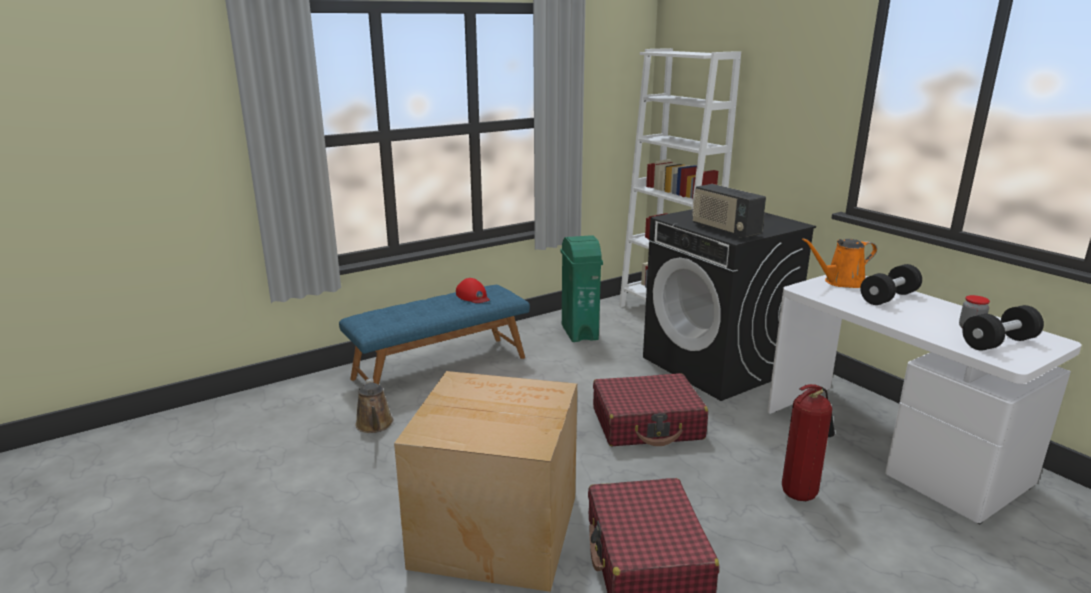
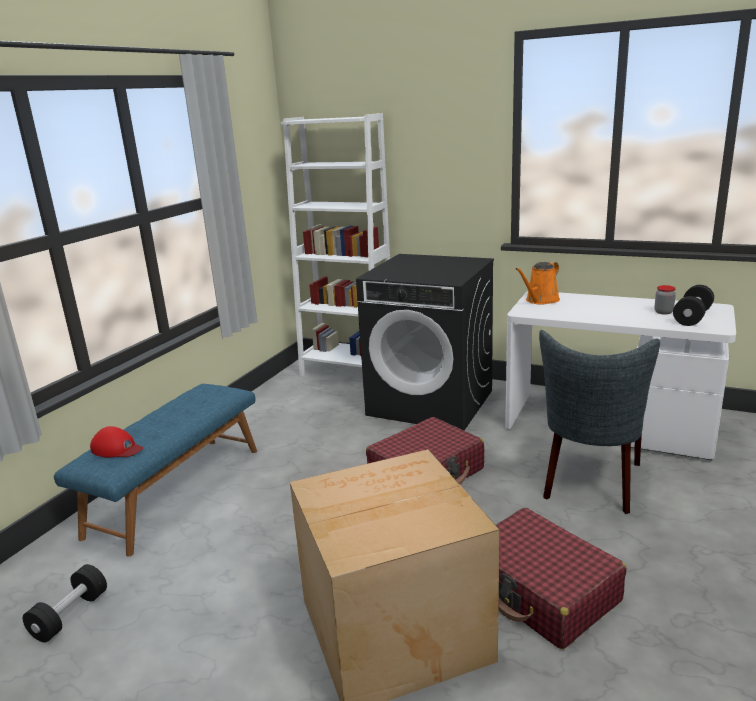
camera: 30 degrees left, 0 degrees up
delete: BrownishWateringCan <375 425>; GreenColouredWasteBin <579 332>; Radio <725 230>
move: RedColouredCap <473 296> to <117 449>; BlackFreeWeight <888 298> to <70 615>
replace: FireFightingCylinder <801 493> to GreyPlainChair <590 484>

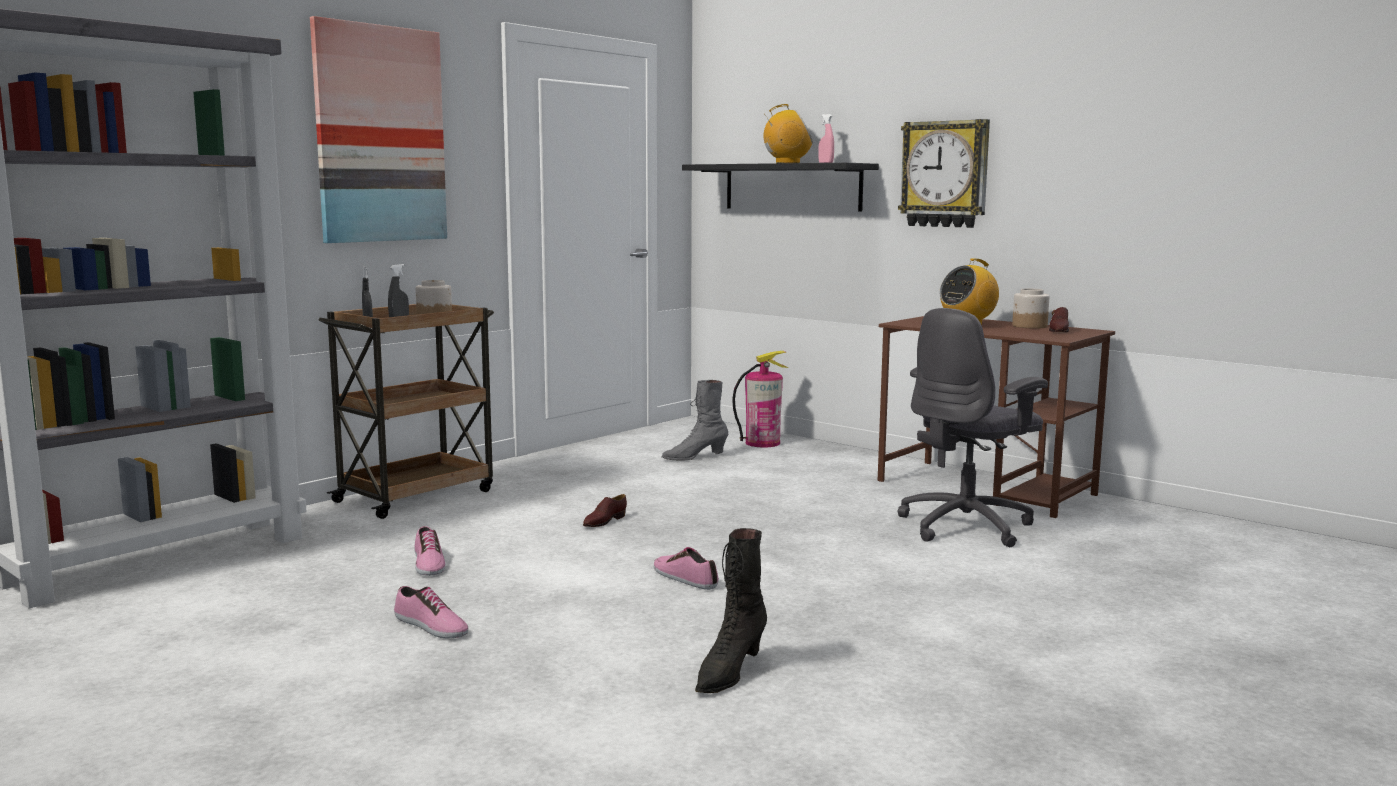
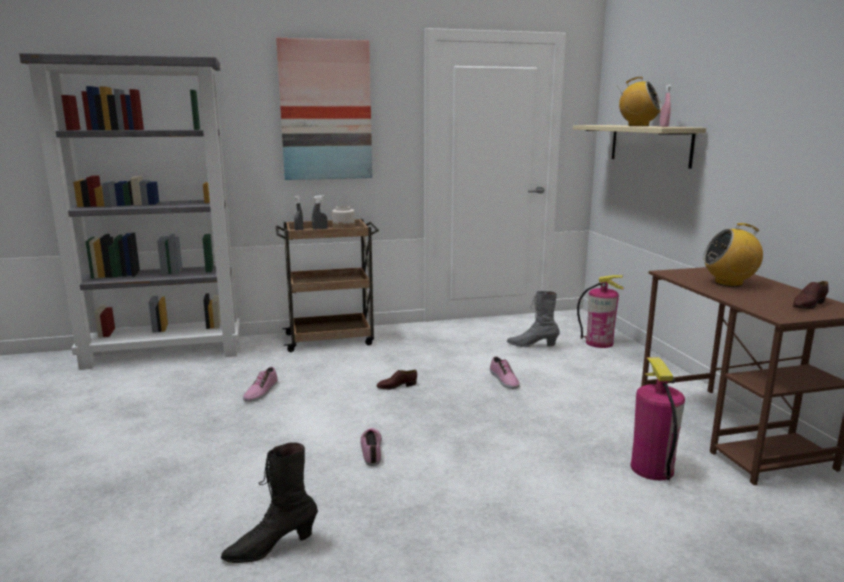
camera: 35 degrees right, 5 degrees up
delete: HangingClock <945 174>; Jar <1029 326>
move: Shoe <430 626> to <503 380>
replace: GreyComputerChair <967 526> to FireFightingCylinder <651 468>
recolor: BlackBracketShelf <792 187> to SandColouredBracketShelf <649 144>

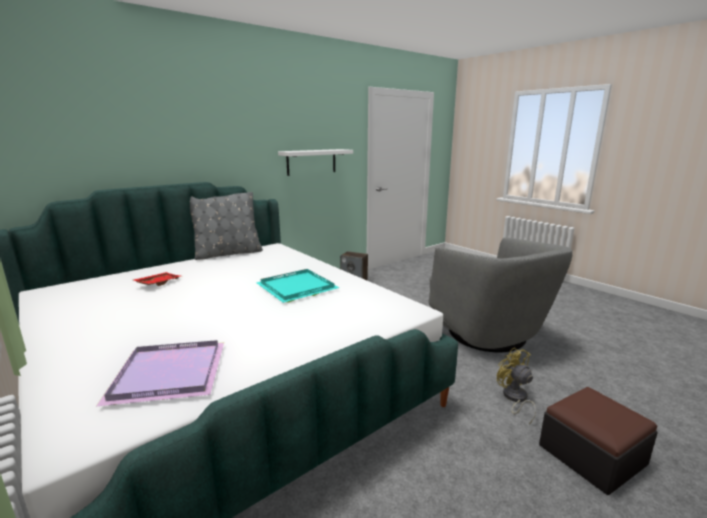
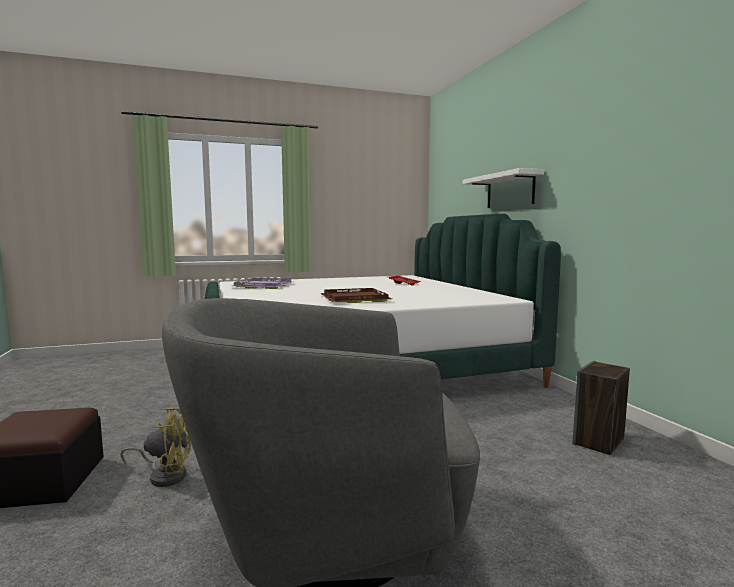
camera: 110 degrees right, 10 degrees down
delete: GreyPillow <228 253>
move: WhiteBracketShelf <311 162> to <510 190>
recolor: BlueGreenCarryingTray <296 288> to BrownishCarryingTray <353 298>

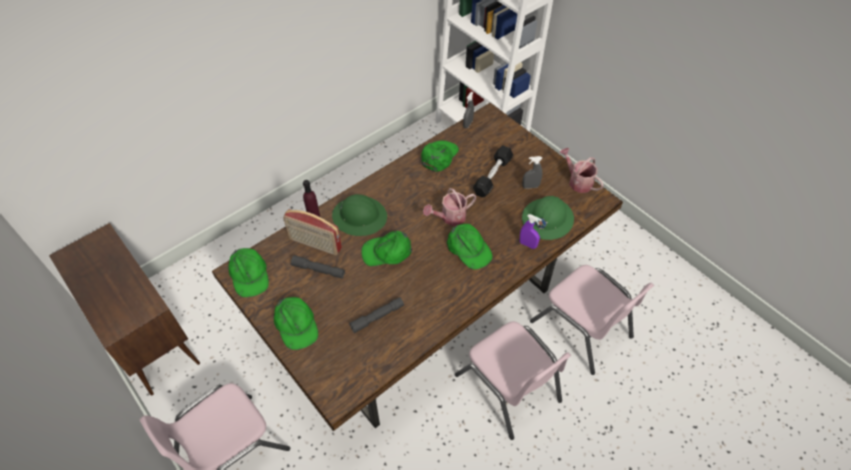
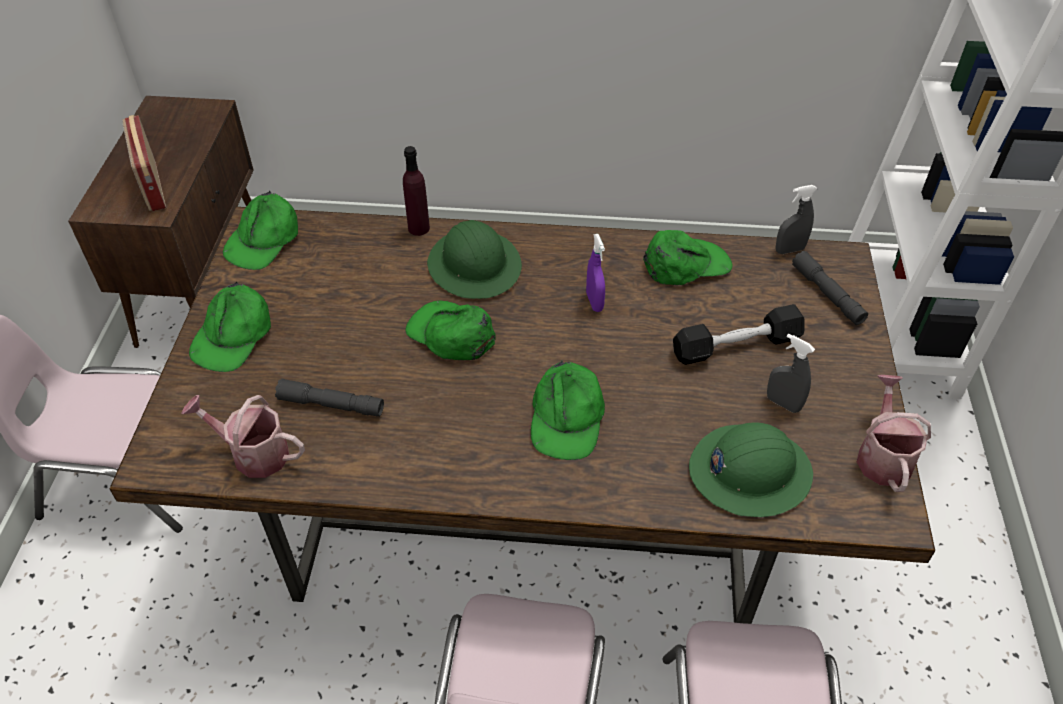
camera: 45 degrees right, 5 degrees down
move: Radio <315 244> to <151 186>; GreyHandTorch <318 270> to <827 294>; WateringCan <450 217> to <253 453>; PurplishHandSprayer <527 244> to <594 302>

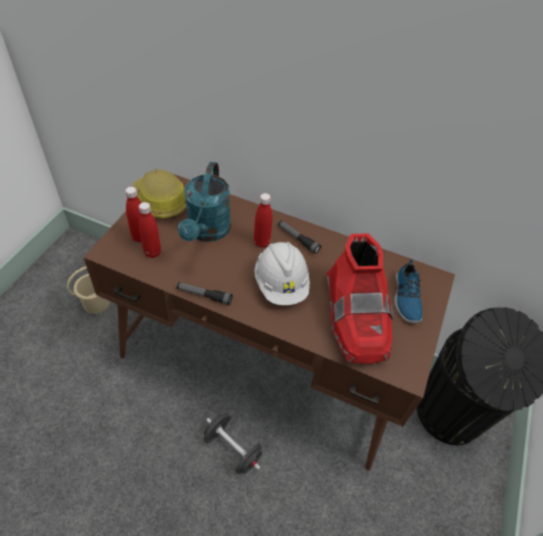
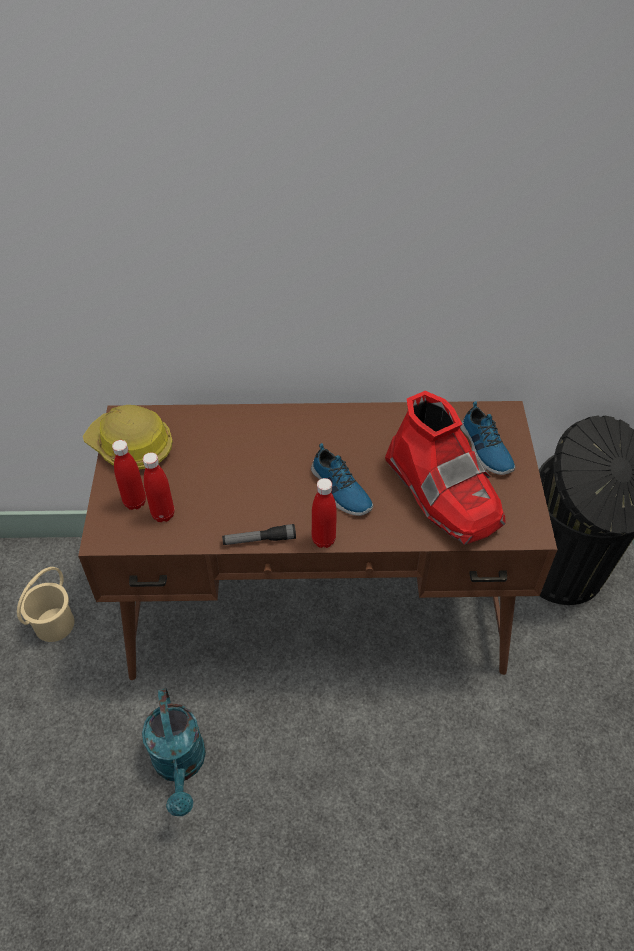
camera: 20 degrees left, 0 degrees up
delete: BlackFreeWeight <232 449>; HandTorch <298 239>
move: BlueGreenWateringCan <207 232> to <180 765>; RedColouredDrinkBottle <261 242> to <323 540>
replace: WhiteSafetyHelmet <281 284> to Shoe <340 490>

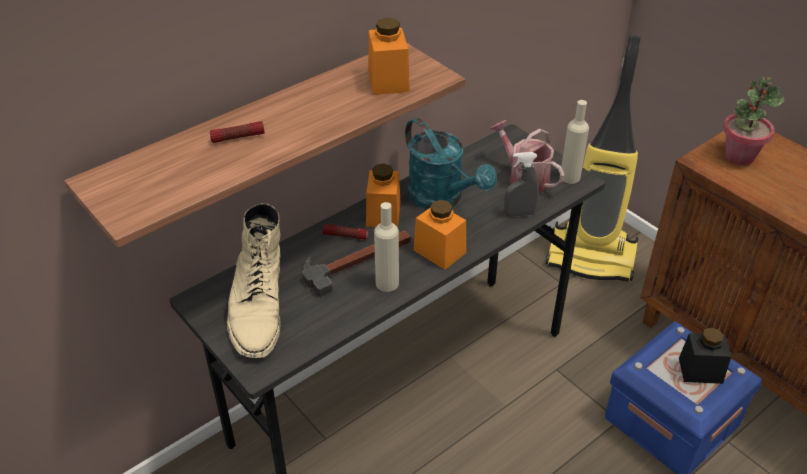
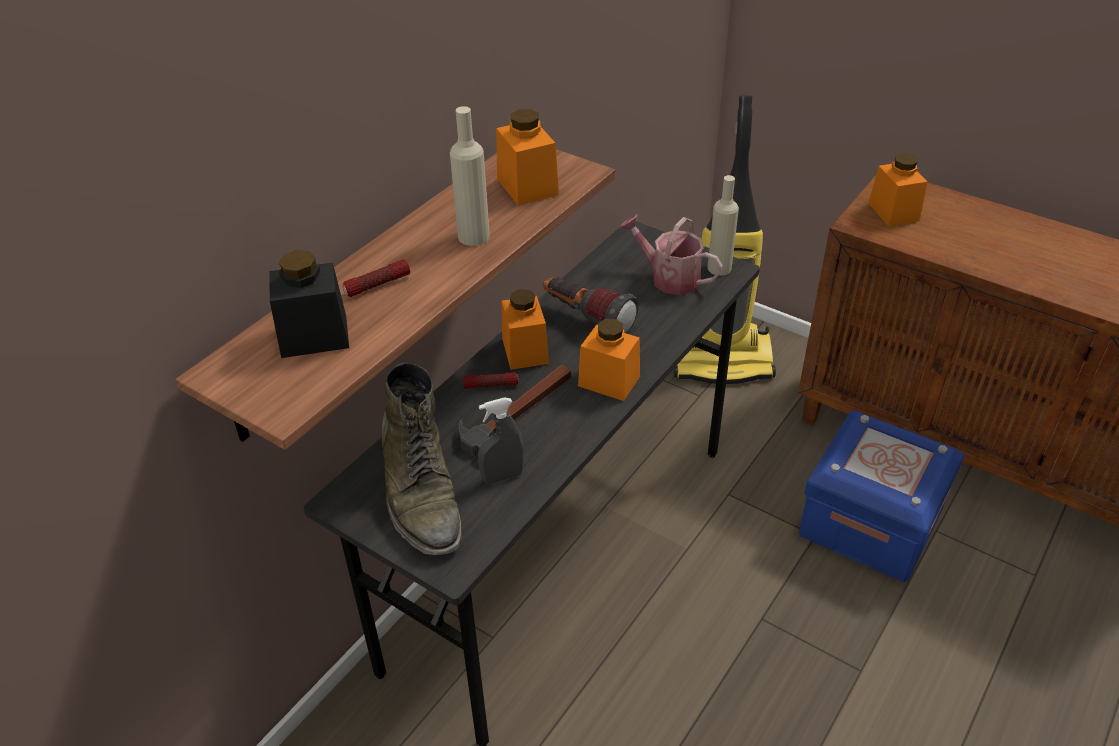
camera: 15 degrees left, 0 degrees up
move: SandColouredDrinkBottle <387 283> to <473 236>; GreyHandSprayer <519 214> to <502 477>; BlackJar <700 370> to <314 336>
replace: BlueGreenWateringCan <442 198> to HandTorch <586 319>; Houseplant <739 156> to OrangeJar <893 212>
recolor: SandColouredBoot <258 307> to GreenColouredBoot <420 493>

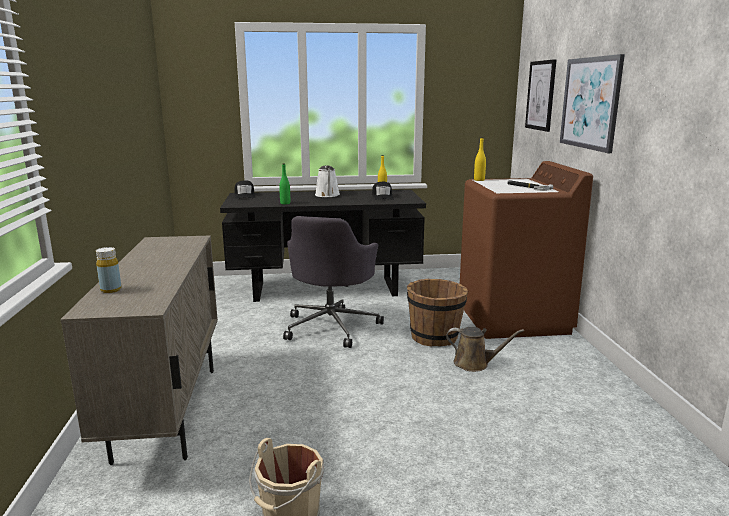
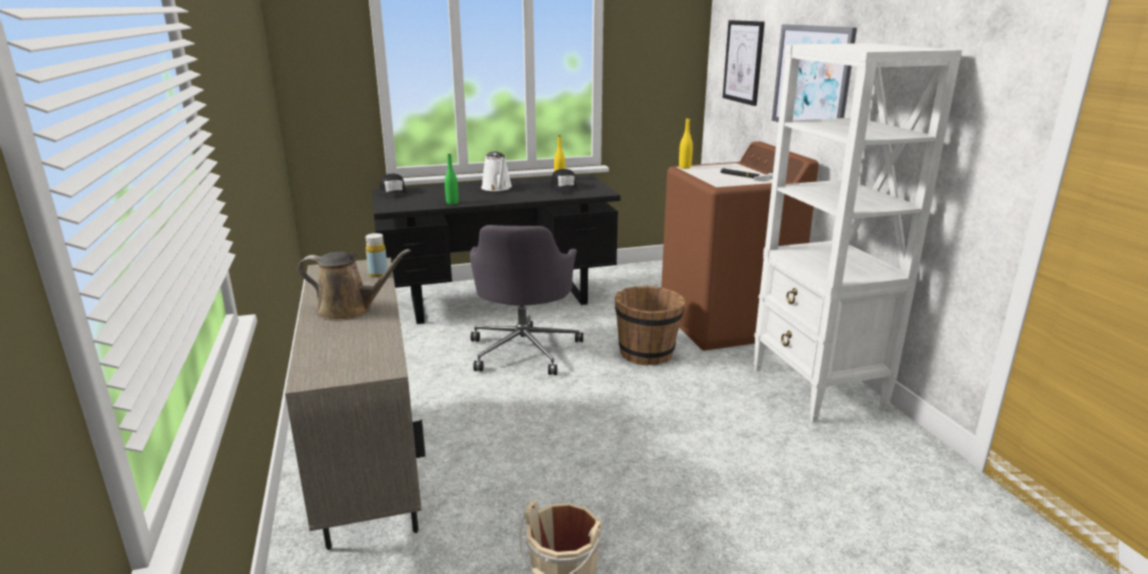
camera: 10 degrees left, 5 degrees up
insert: WhiteBookcase <817 388>
move: YellowishDrinkBottle <111 290> to <378 274>; BrownishWateringCan <474 364> to <350 310>

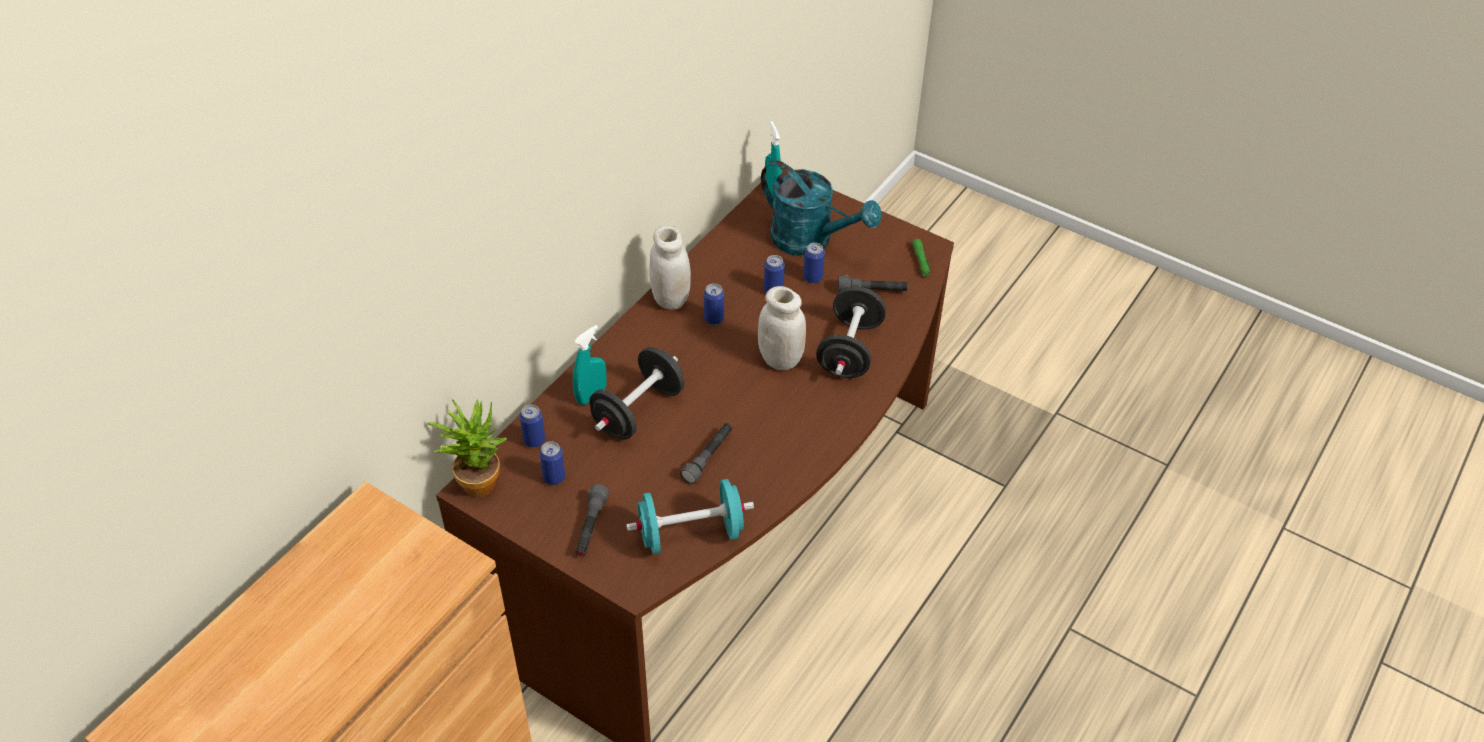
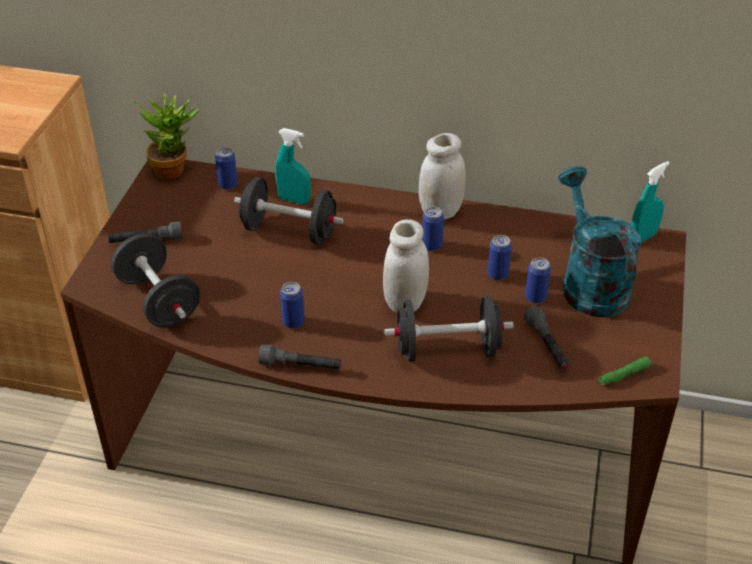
camera: 70 degrees right, 5 degrees down
move: MetalCan <554 477> to <293 322>; GreyHandTorch <708 457> to <301 366>
recolor: BlueGreenFreeWeight <691 534> to BlackFreeWeight <159 301>
rotate: BlueGreenWateringCan <811 241> = <589 283> 150 degrees clockwise

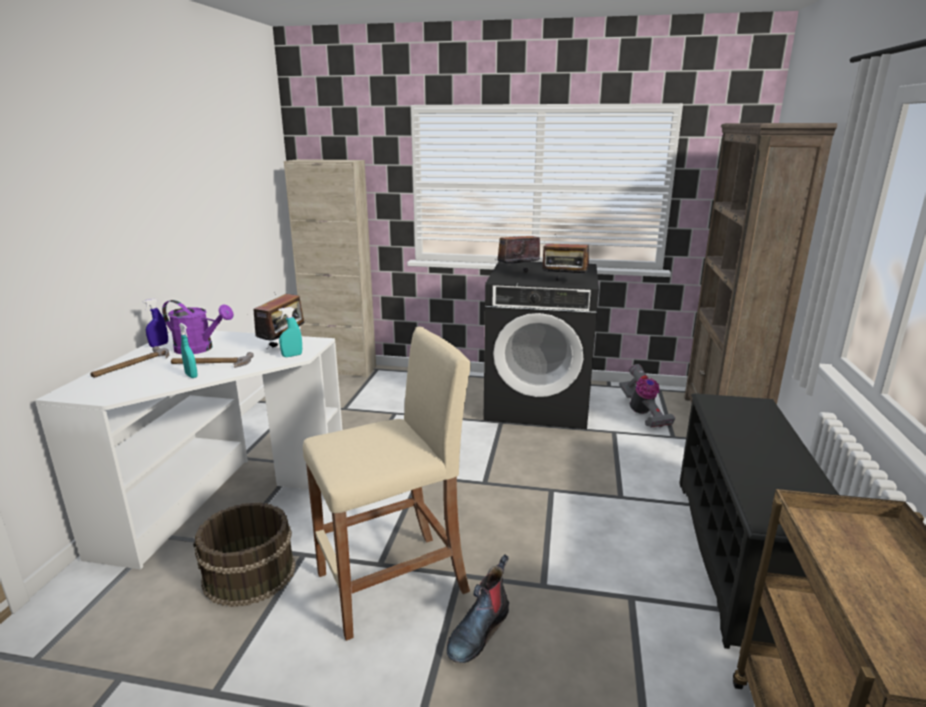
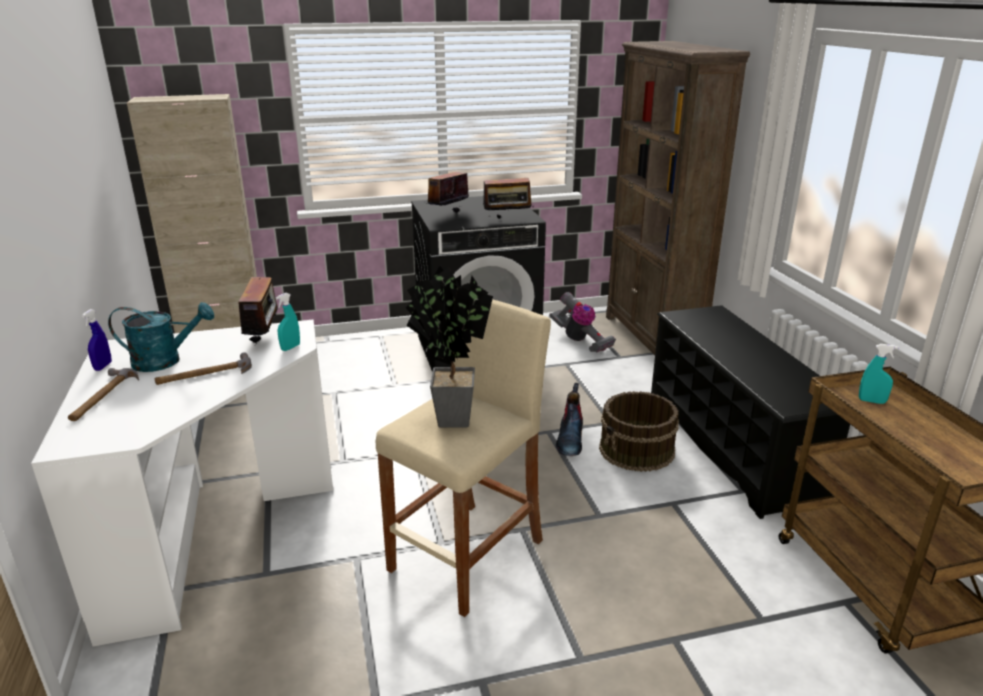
camera: 25 degrees left, 5 degrees up
insert: Houseplant <448 417>
move: BlueGreenHandSprayer <191 375> to <871 401>; BrownishPail <249 574> to <637 450>; Boot <478 630> to <570 439>
recolor: PurplishWateringCan <200 349> to BlueGreenWateringCan <165 361>

